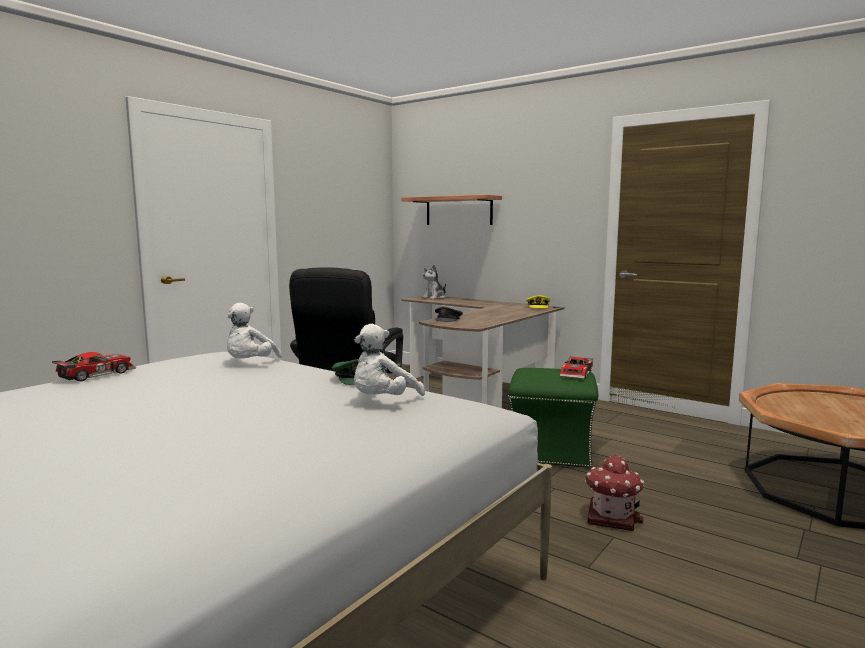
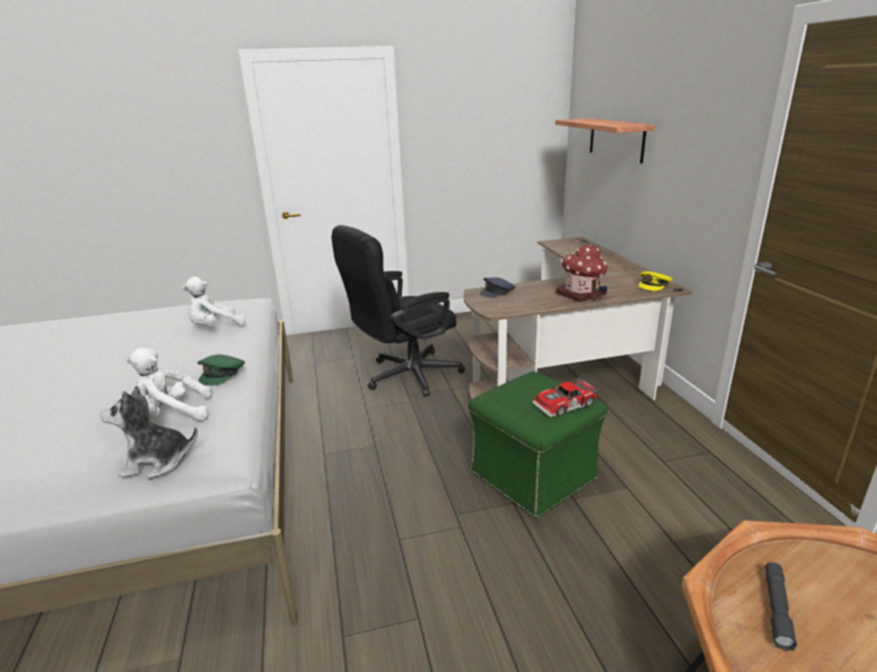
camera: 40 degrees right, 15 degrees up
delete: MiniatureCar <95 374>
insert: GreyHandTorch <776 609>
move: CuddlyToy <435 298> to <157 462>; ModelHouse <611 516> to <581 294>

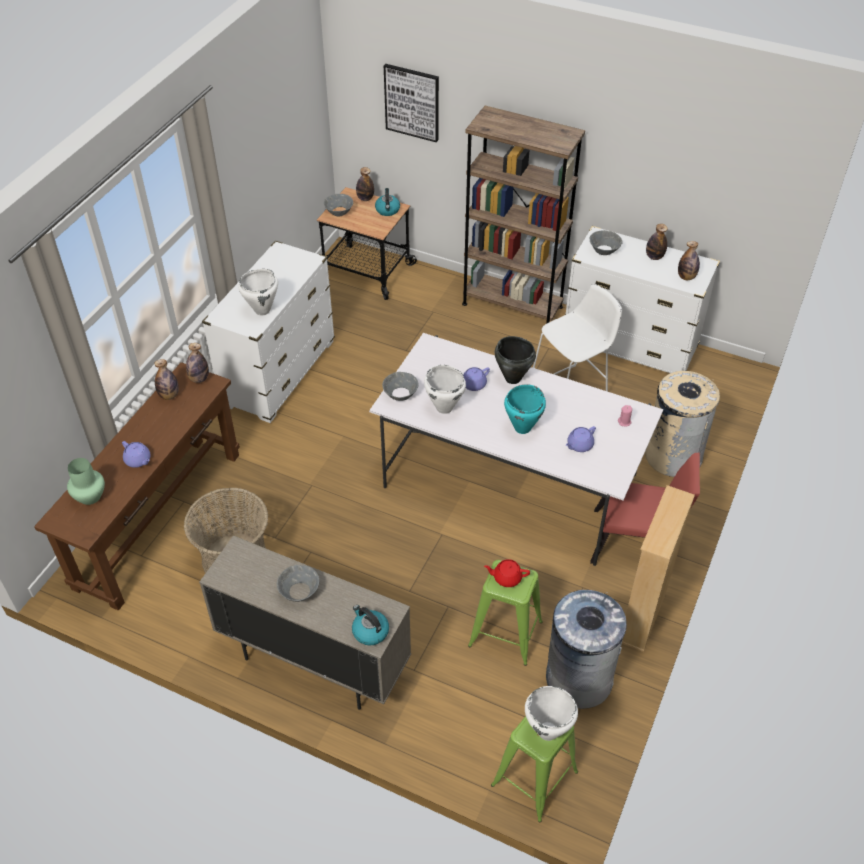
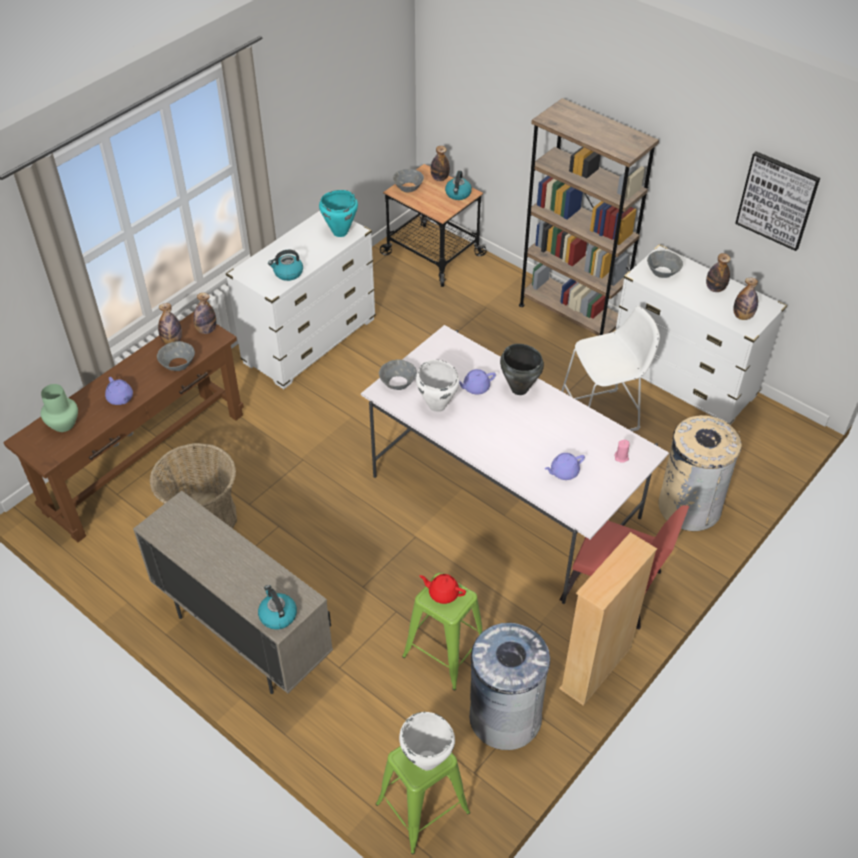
camera: 15 degrees right, 0 degrees up
move: GreyServingBowl <299 591> to <178 364>; WallPicture <412 102> to <777 200>; BlueGreenSaucepot <522 428> to <339 232>
replace: WhiteSaucepot <263 310> to TeaKettle <288 273>

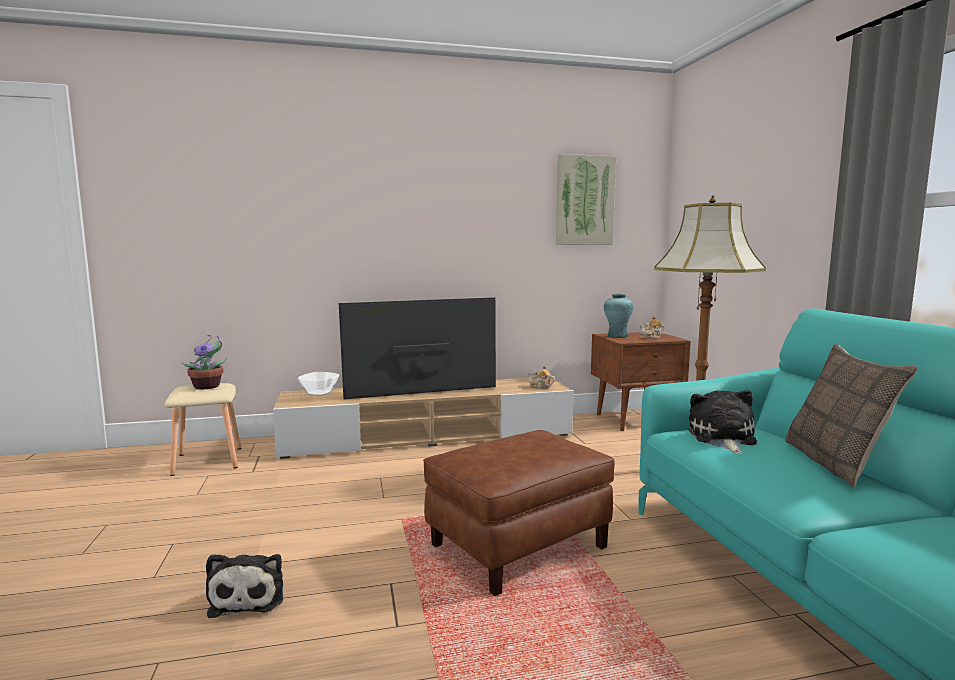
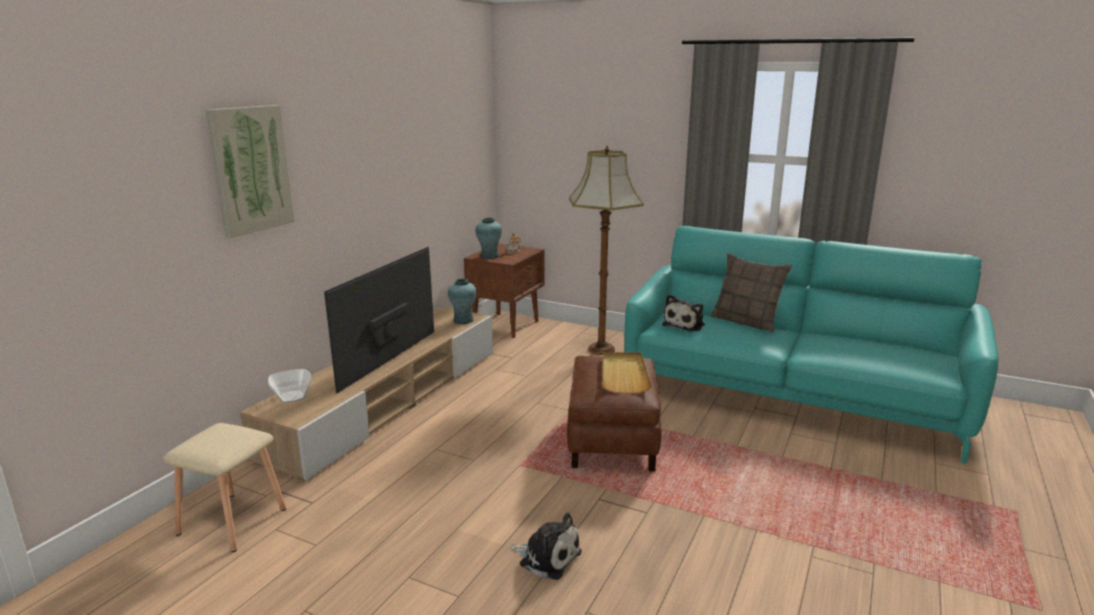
camera: 50 degrees left, 10 degrees up
delete: Houseplant <208 387>
insert: SandColouredCarryingTray <624 374>
move: WallPicture <584 200> to <250 169>
replace: PotForTea <540 387> to BlueGreenFlowerVase <463 320>
rotate: CuddlyToy <722 438> = <685 325> 105 degrees counterclockwise

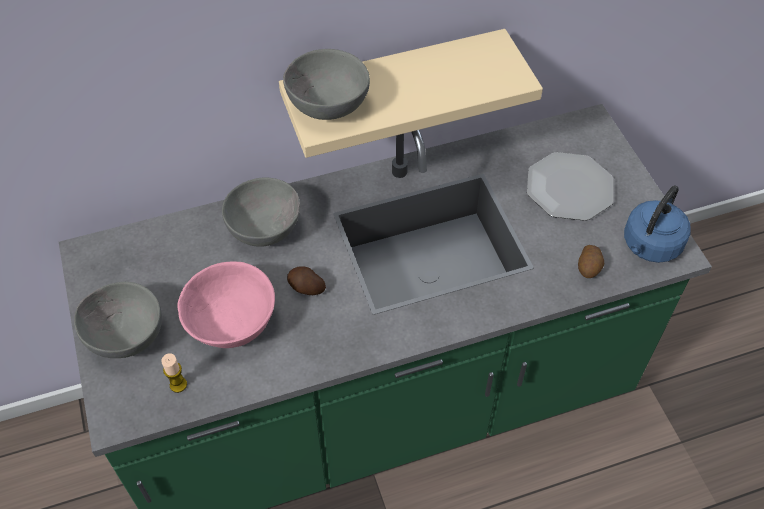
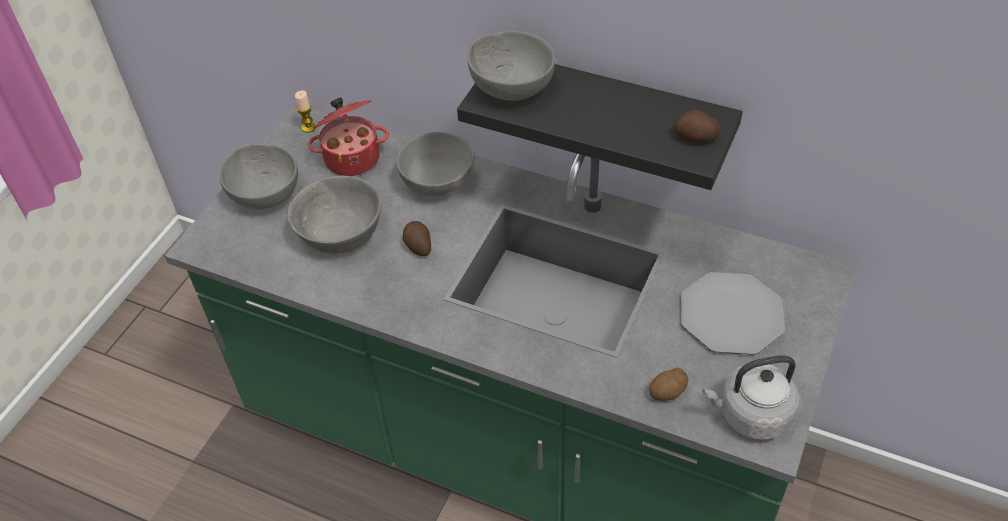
camera: 45 degrees right, 5 degrees down
insert: Saucepot <352 157>; Potato <695 137>
move: Candle <178 384> to <308 127>
recolor: PinkServingBowl <231 322> to GreyServingBowl <340 233>; SandColouredBracketShelf <394 87> to BlackBracketShelf <613 116>; BluishTeaKettle <649 246> to GreyTeaKettle <751 415>

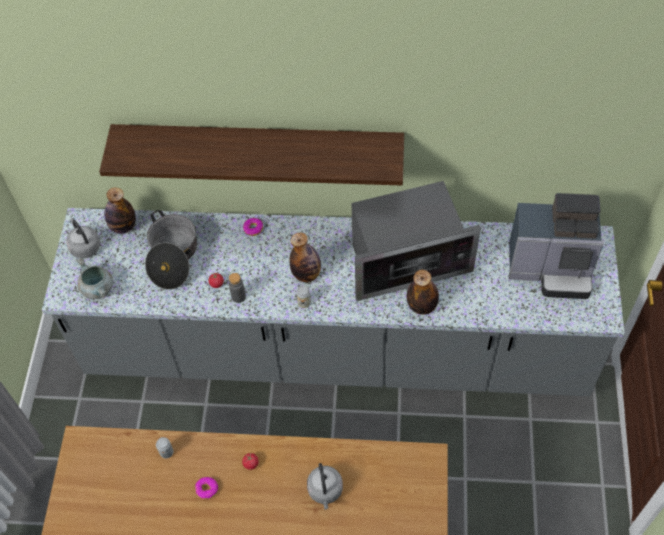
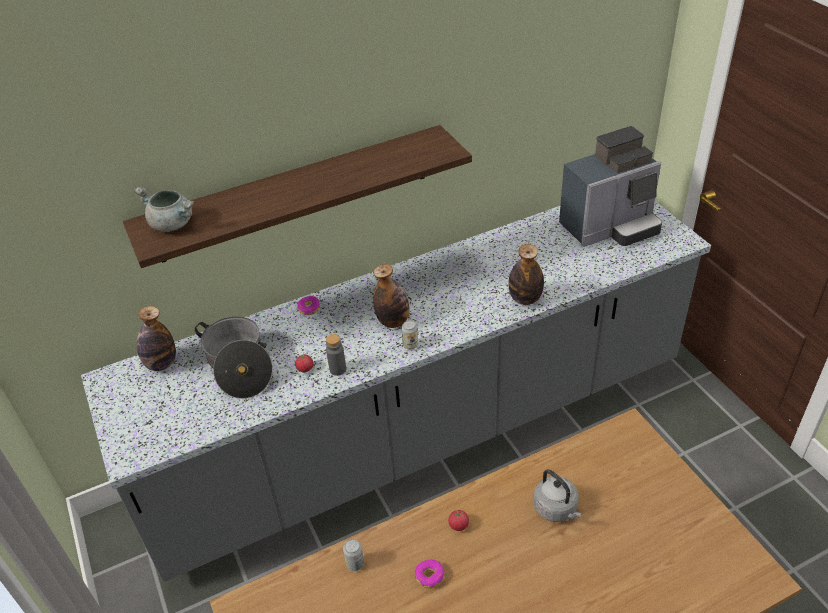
camera: 30 degrees left, 15 degrees down
delete: GreyTeaKettle <85 246>; Microwave <406 260>
move: GreySaucepot <98 288> to <173 224>

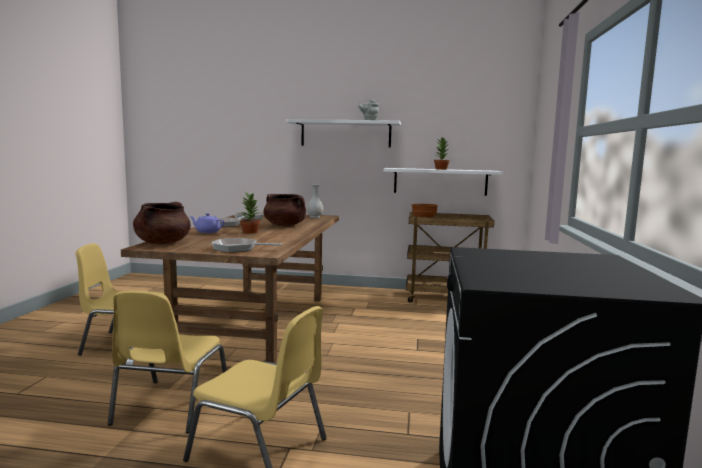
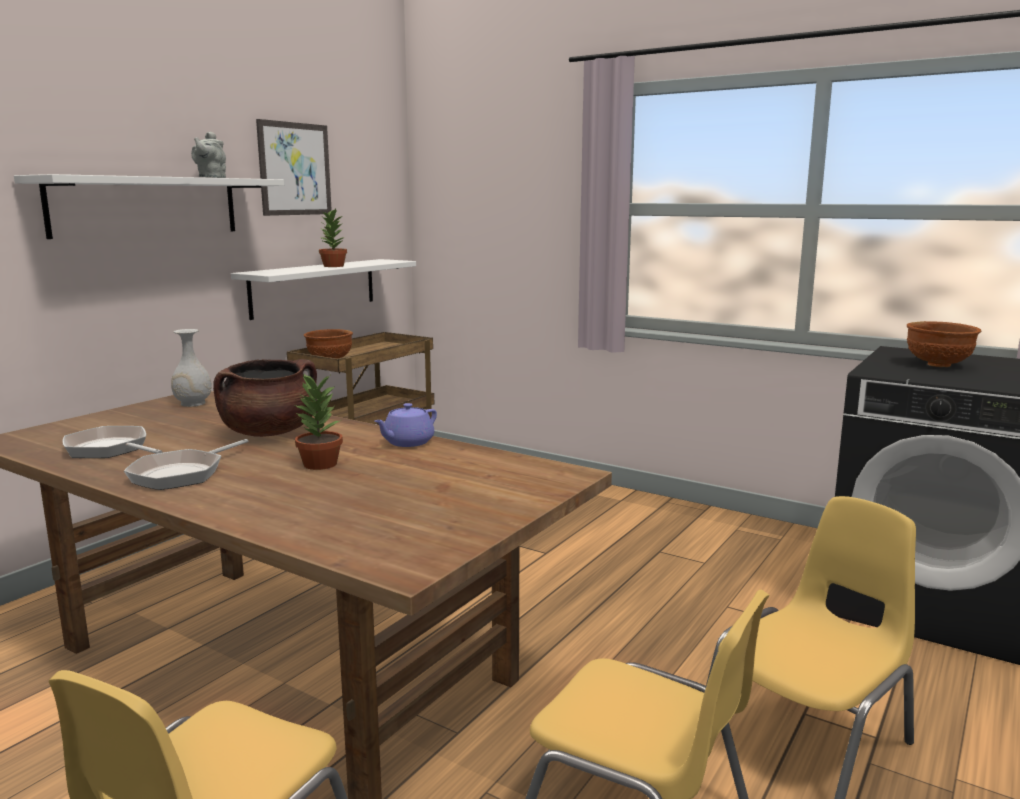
camera: 65 degrees left, 5 degrees up
delete: BrownishSaucepot <163 243>; Skillet <238 248>
insert: WallPicture <295 169>; BrownishServingBowl <938 365>
move: PurplishPotForTea <207 232> to <407 442>

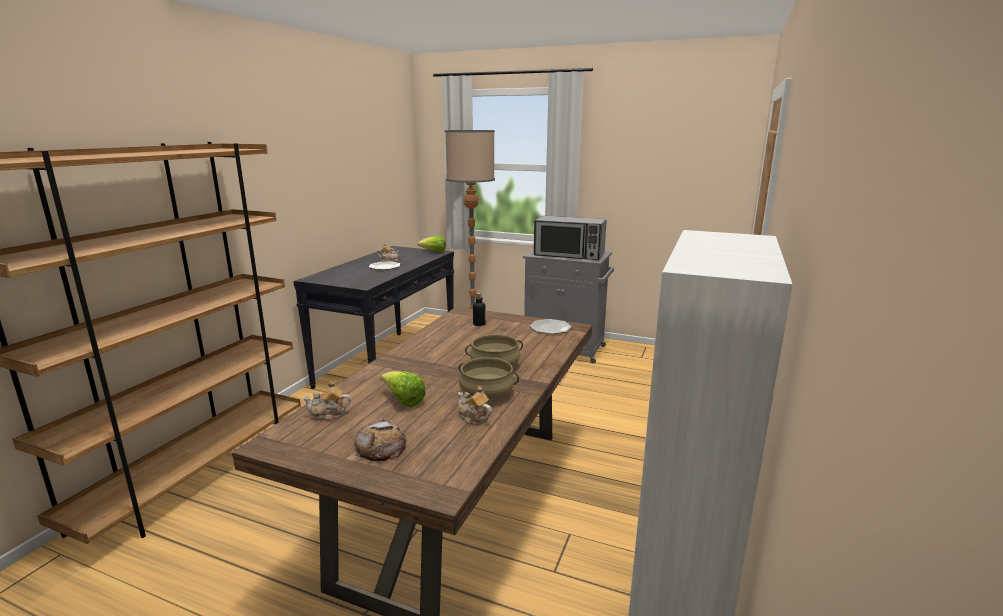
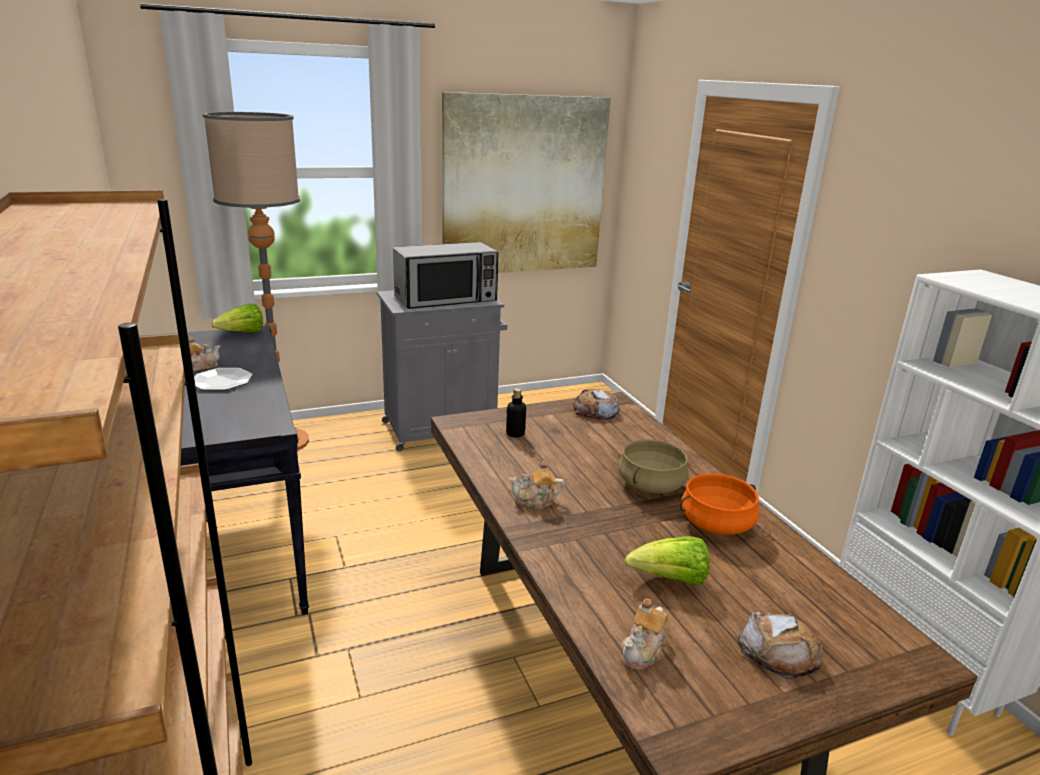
camera: 45 degrees left, 5 degrees up
insert: WallPicture <524 186>
move: PotForTea <473 418> to <535 501>
replace: FlatDish <550 328> to BakeryBread <596 411>
recolor: SandColouredSaucepot <487 393> to OrangeSaucepot <716 523>

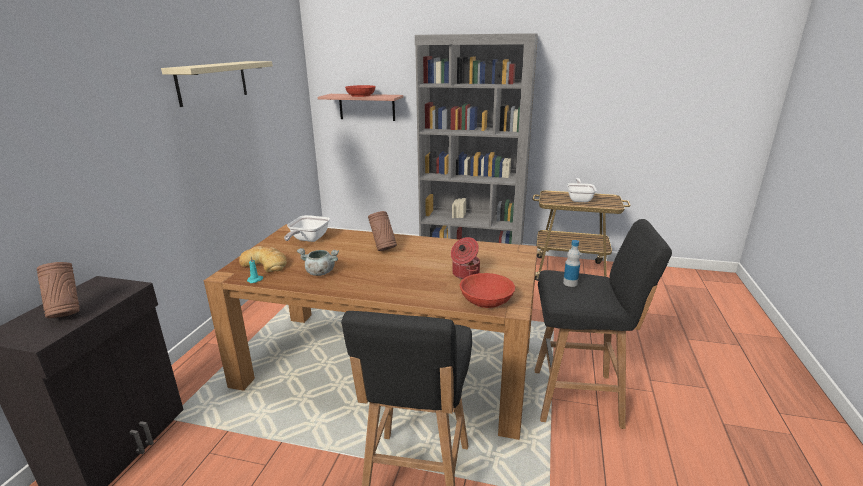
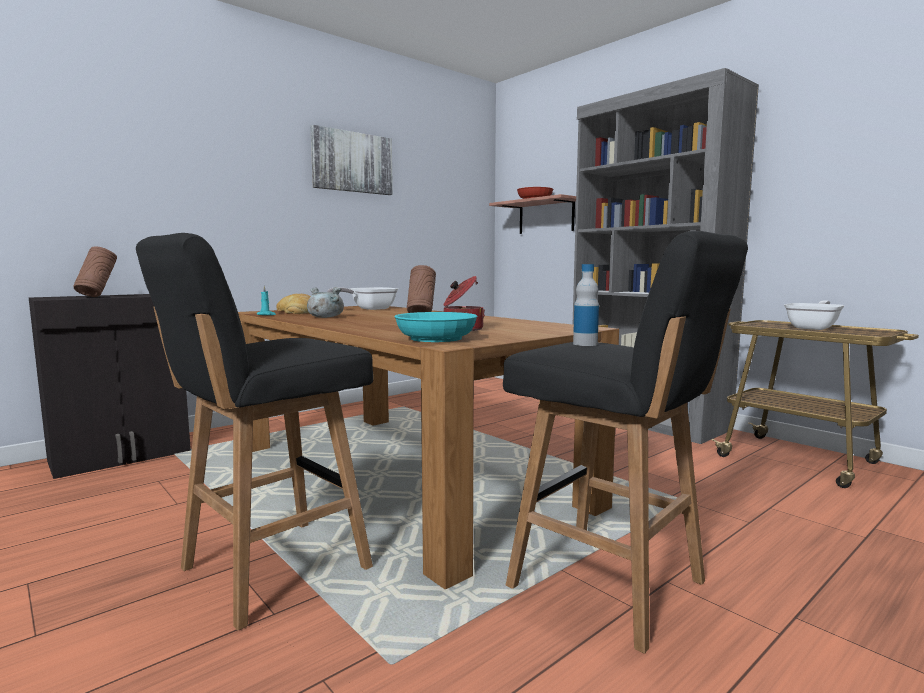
camera: 35 degrees right, 15 degrees down
replace: SandColouredBracketShelf <212 82> to WallPicture <352 162>
recolor: RedColouredServingBowl <486 299> to BlueGreenServingBowl <436 338>

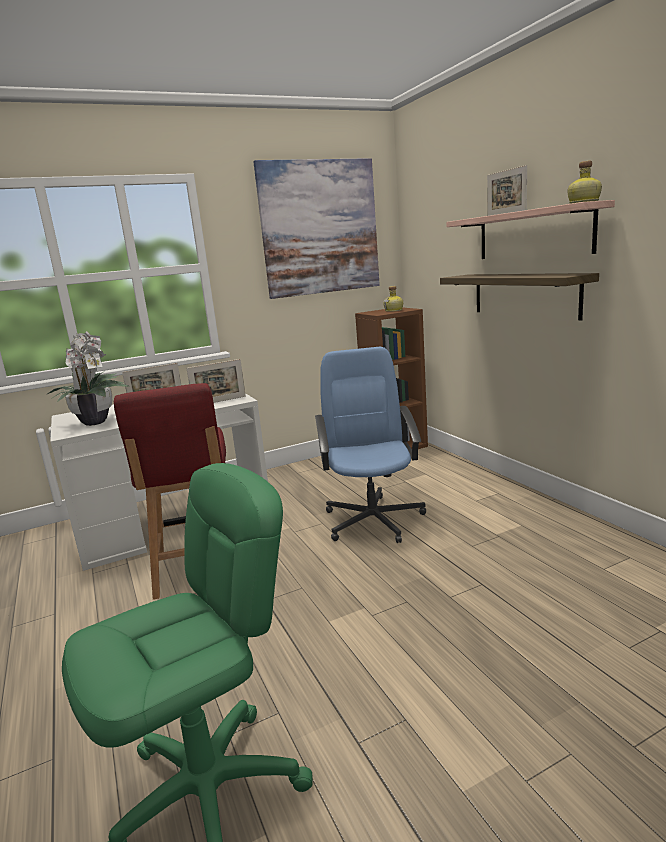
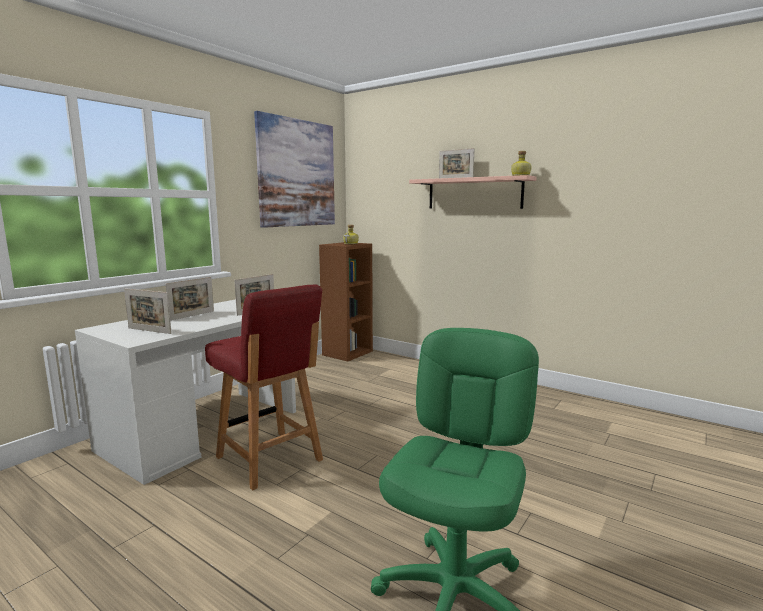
camera: 30 degrees left, 5 degrees down
delete: BluishComputerChair <373 519>; BracketShelf <524 294>
replace: Houseplant <96 421> to PhotoFrame <149 331>

